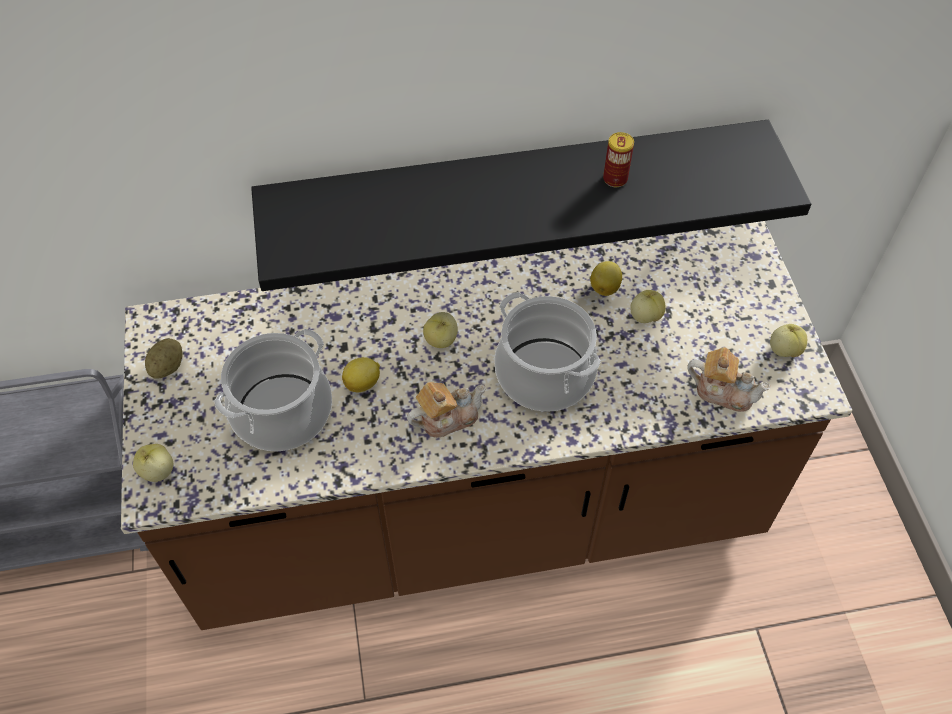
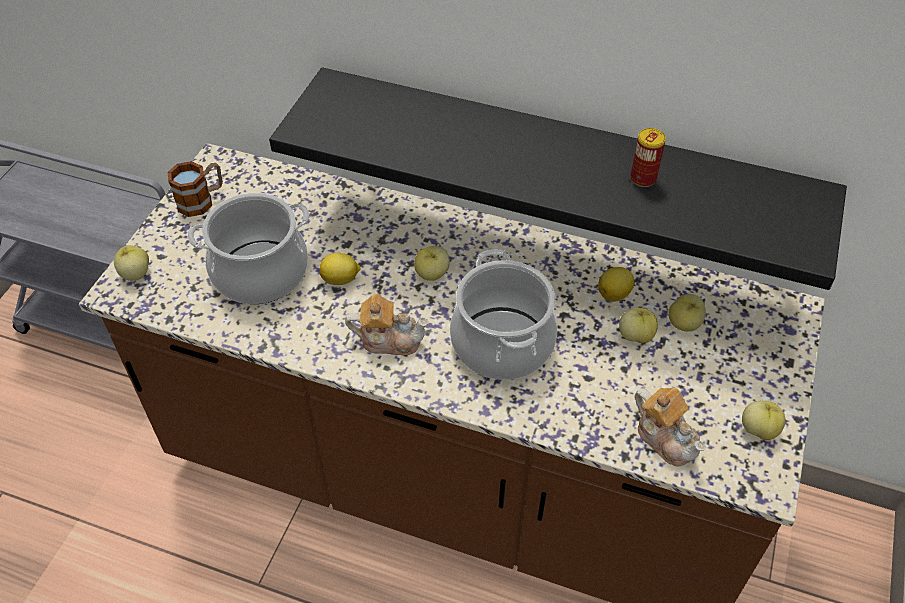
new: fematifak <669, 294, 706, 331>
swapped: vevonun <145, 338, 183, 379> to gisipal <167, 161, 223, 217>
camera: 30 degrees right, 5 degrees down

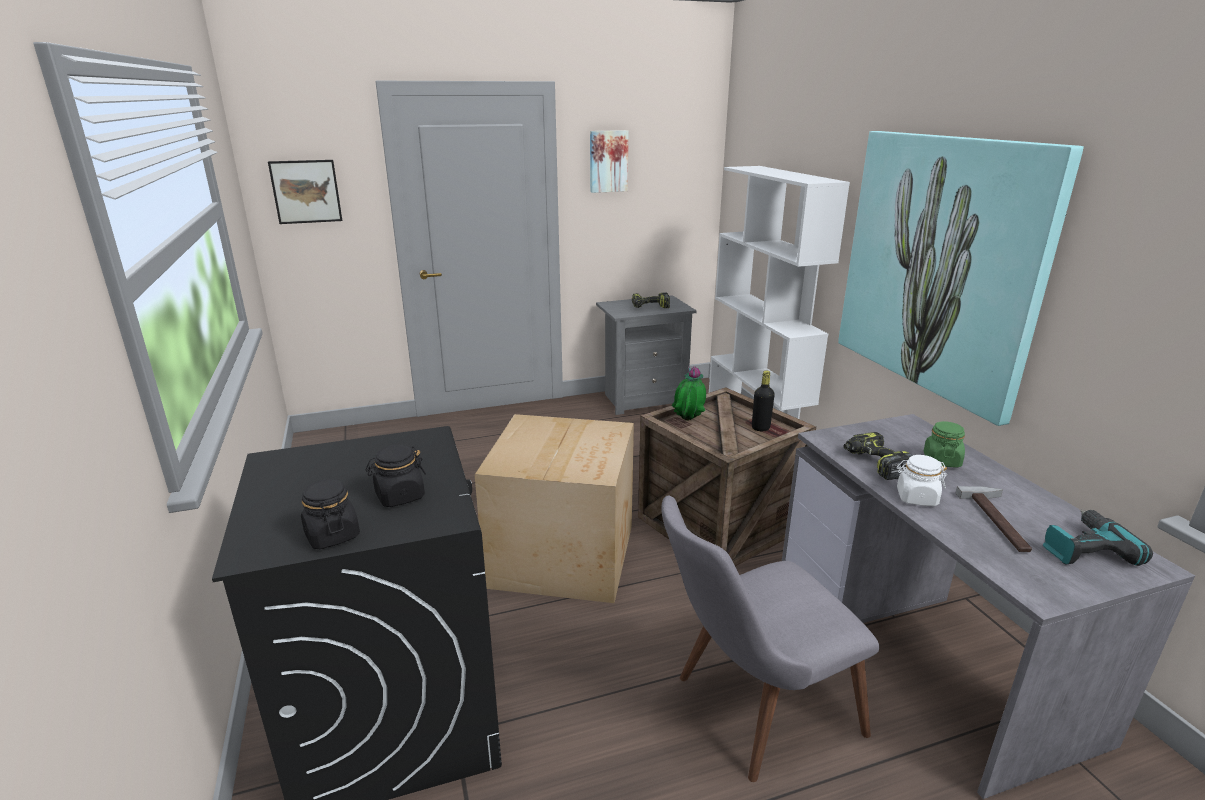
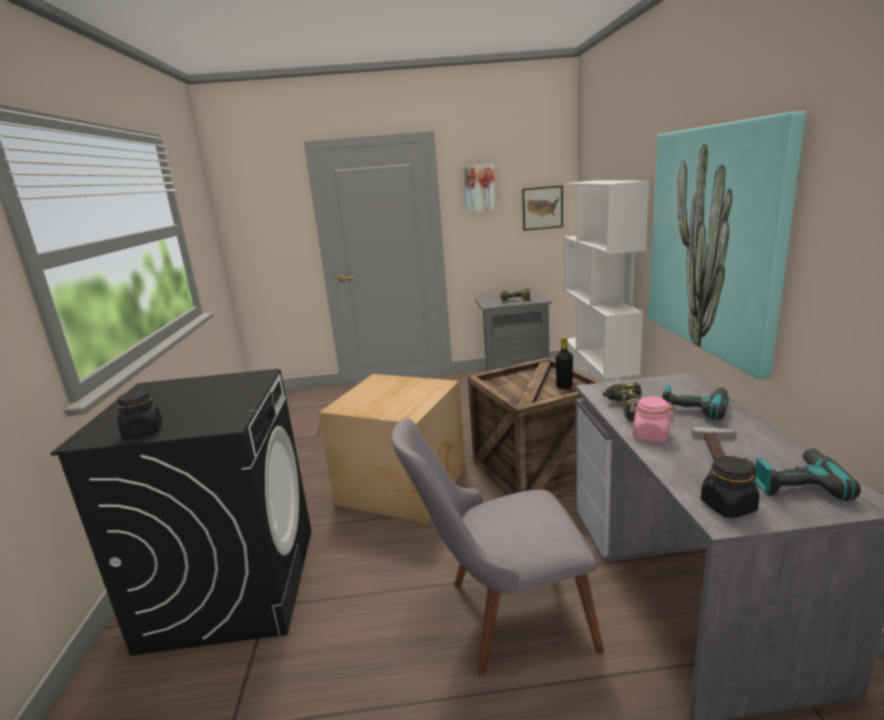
gone: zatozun <671, 366, 706, 421>
shifted: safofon <268, 160, 342, 224> to <522, 185, 563, 231>; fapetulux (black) <366, 445, 426, 507> to <701, 456, 760, 518>
swapped: fapetulux (green) <924, 421, 965, 468> to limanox <663, 385, 729, 420>
repainted: fapetulux (white) <897, 455, 947, 506> to fapetulux (pink) <629, 396, 675, 442>
camera: 15 degrees right, 5 degrees down

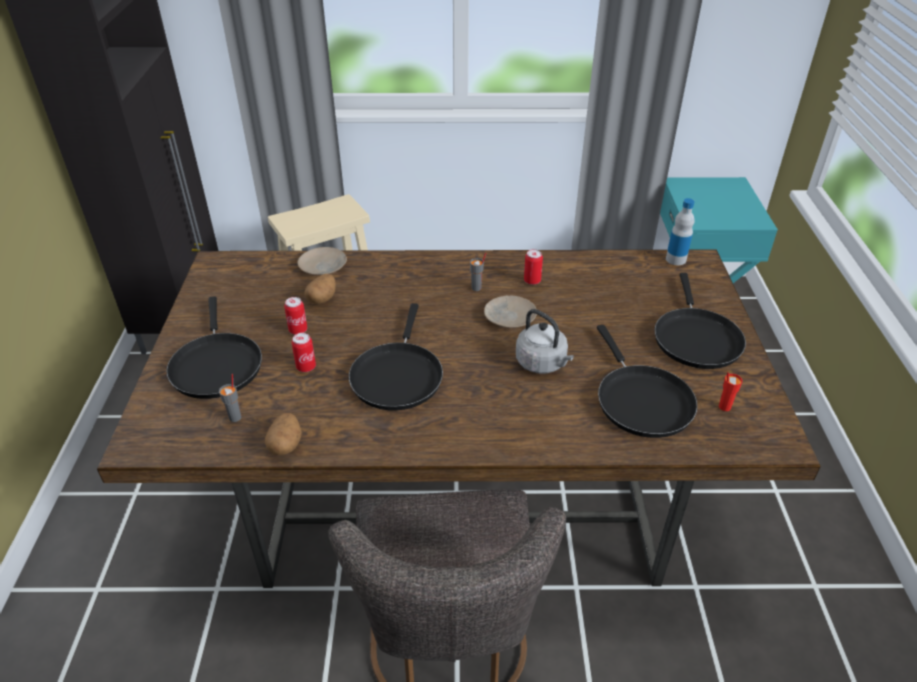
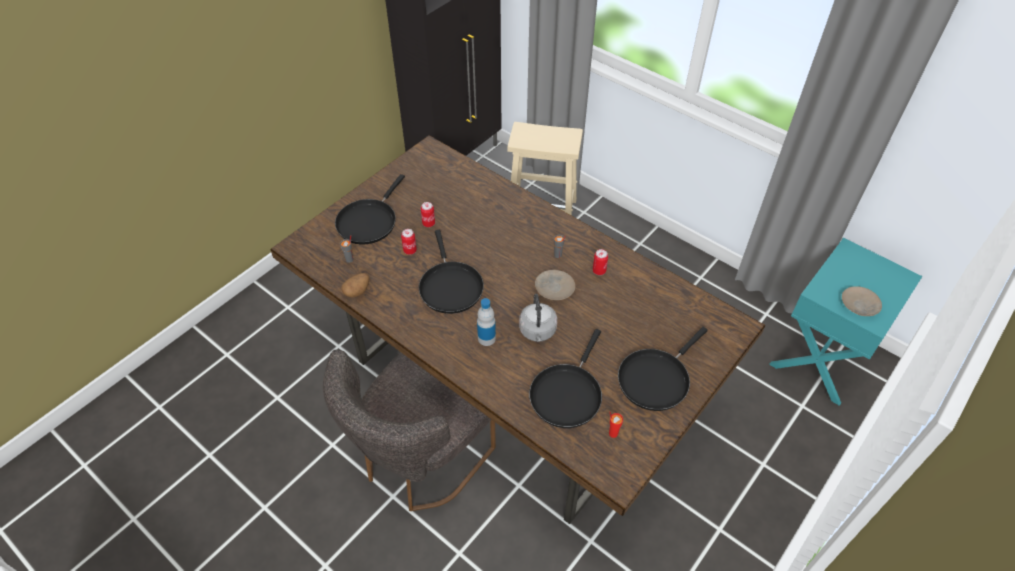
gone: vevonun <304, 274, 336, 304>
shifted: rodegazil <666, 198, 695, 265> to <477, 298, 496, 346>; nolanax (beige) <297, 247, 347, 275> to <842, 286, 882, 316>
rotated: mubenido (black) <349, 303, 443, 411> = <419, 230, 484, 314> 60 degrees counterclockwise
camera: 40 degrees right, 10 degrees up

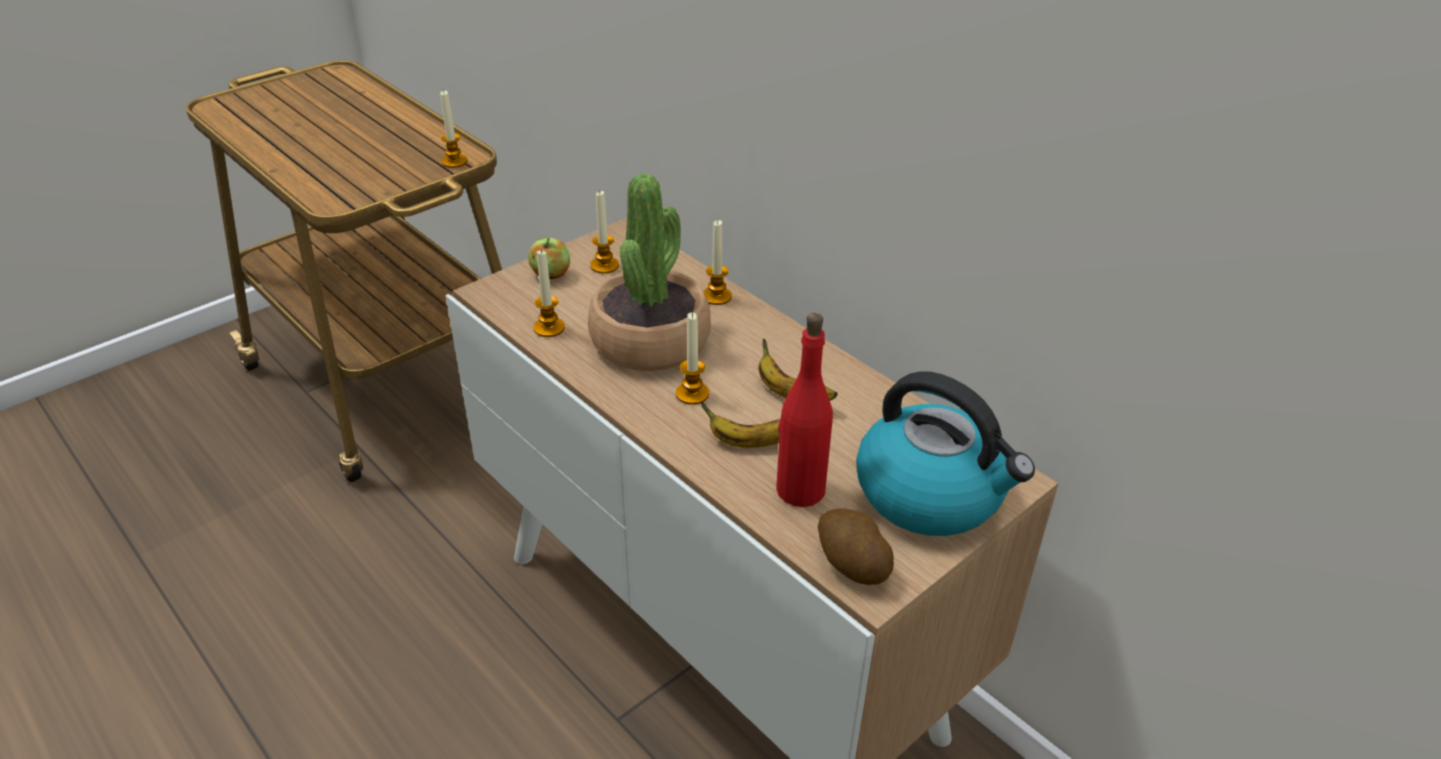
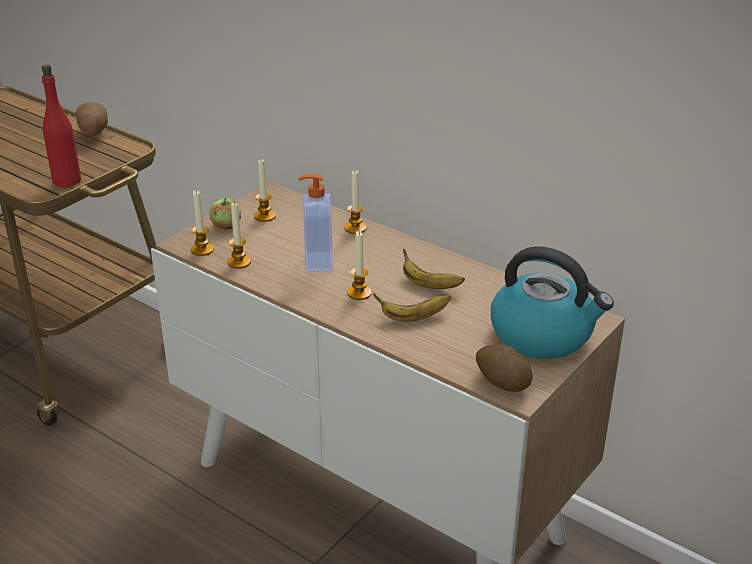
new: vevonun <76, 102, 108, 137>
shifted: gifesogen <440, 90, 468, 168> to <191, 190, 214, 256>; rodegazil (red) <776, 313, 833, 507> to <42, 65, 81, 187>
swapped: zatozun <588, 173, 711, 371> to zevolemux <299, 173, 333, 272>
camera: 10 degrees left, 5 degrees down

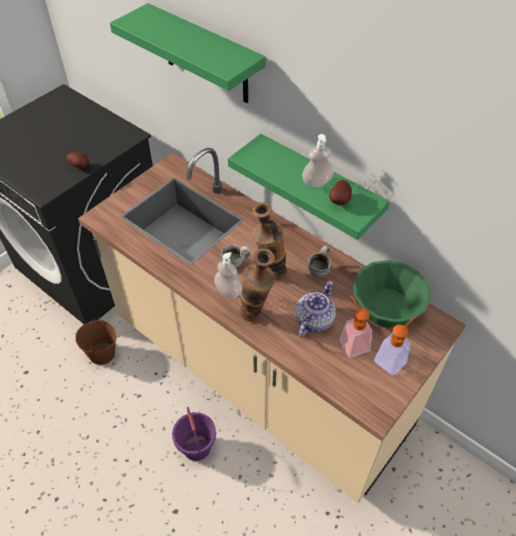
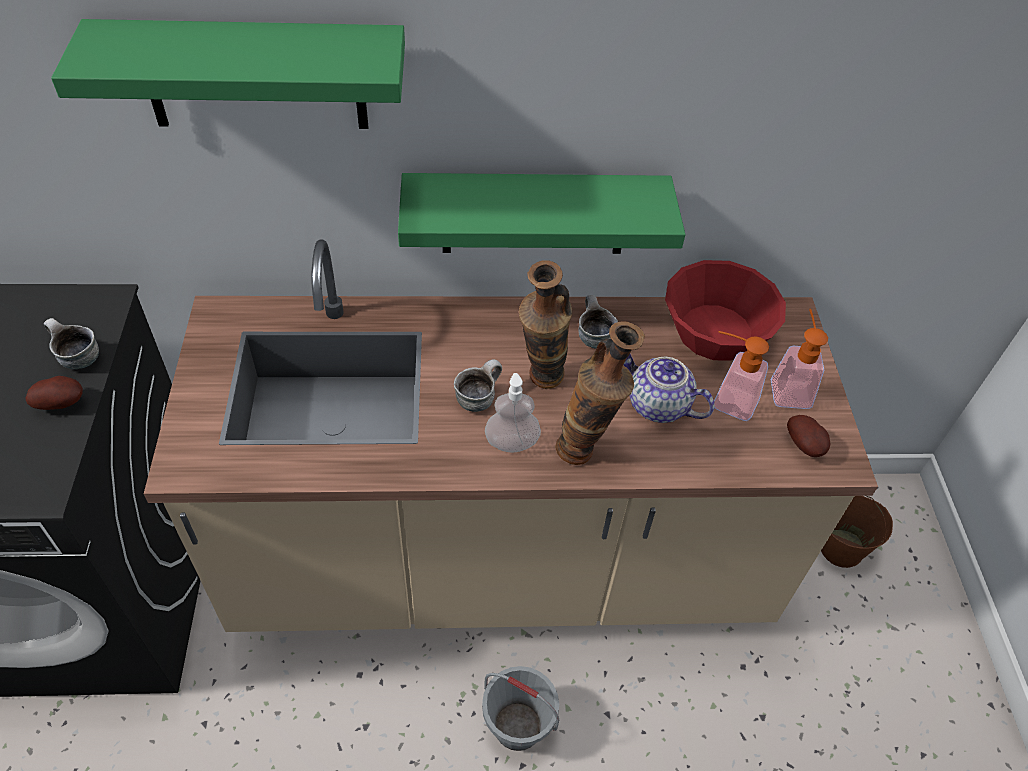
gone: zevolemux <302, 134, 334, 187>
new: gisipal <44, 318, 99, 369>
shifted: vevonun <329, 180, 352, 205> to <787, 415, 830, 457>; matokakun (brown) <76, 318, 117, 365> to <821, 496, 893, 568>
repainted: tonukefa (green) <353, 260, 431, 328> to tonukefa (red) <665, 260, 786, 361>; matokakun (purple) <172, 407, 216, 461> to matokakun (grey) <482, 666, 559, 751>
rotated: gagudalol <296, 281, 336, 337> = <624, 354, 715, 423> 45 degrees counterclockwise
camera: 45 degrees left, 0 degrees up

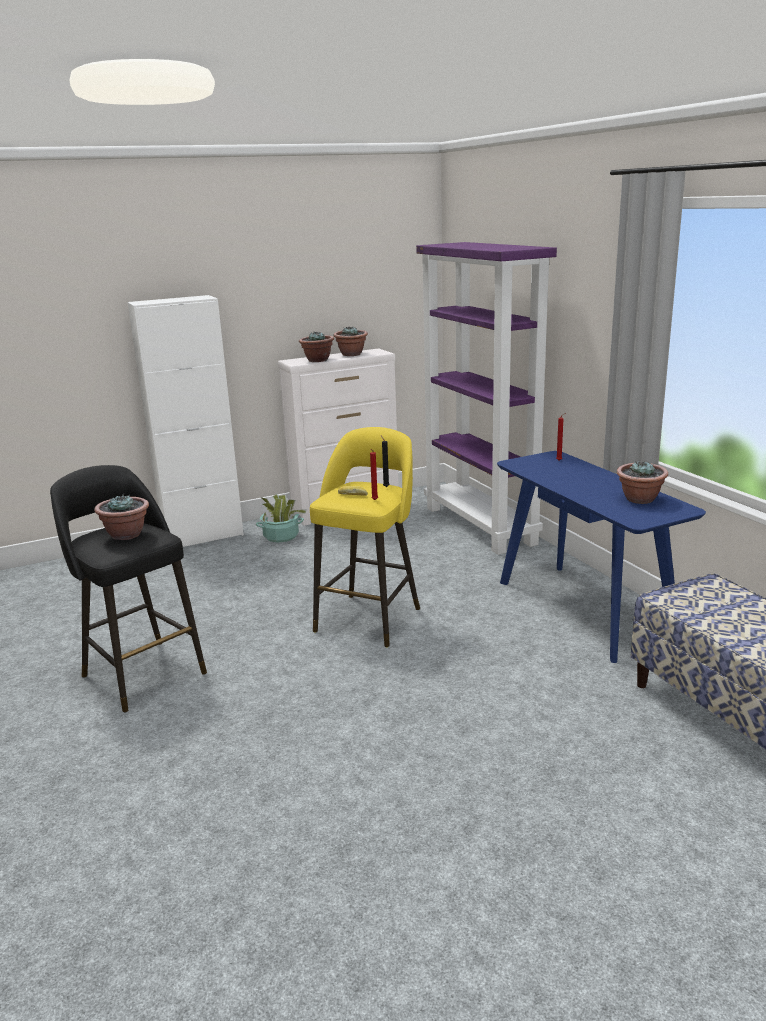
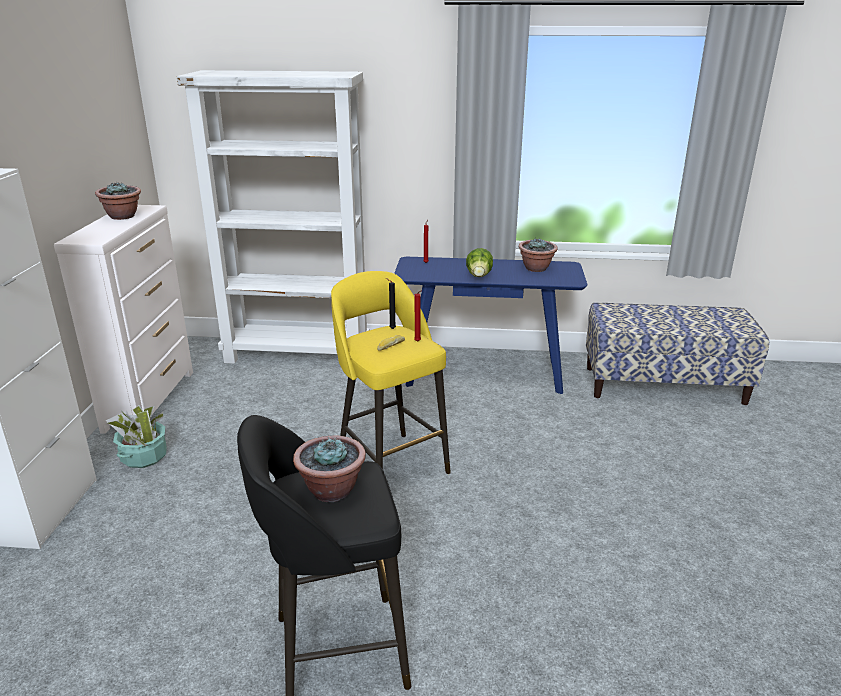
gone: zatozun <299, 331, 334, 362>
new: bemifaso <466, 248, 493, 277>
repainted: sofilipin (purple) <416, 242, 557, 555> to sofilipin (white) <177, 70, 370, 364>
camera: 60 degrees left, 5 degrees up

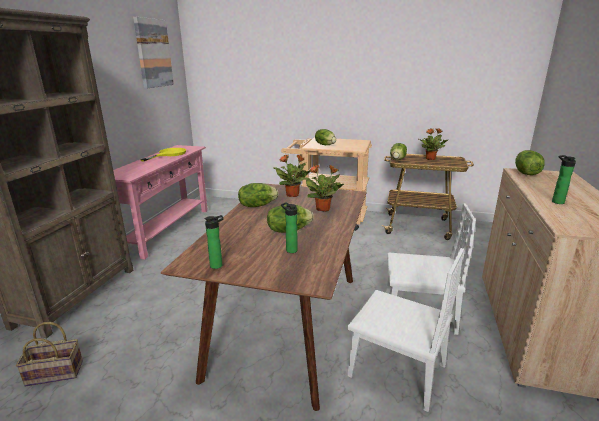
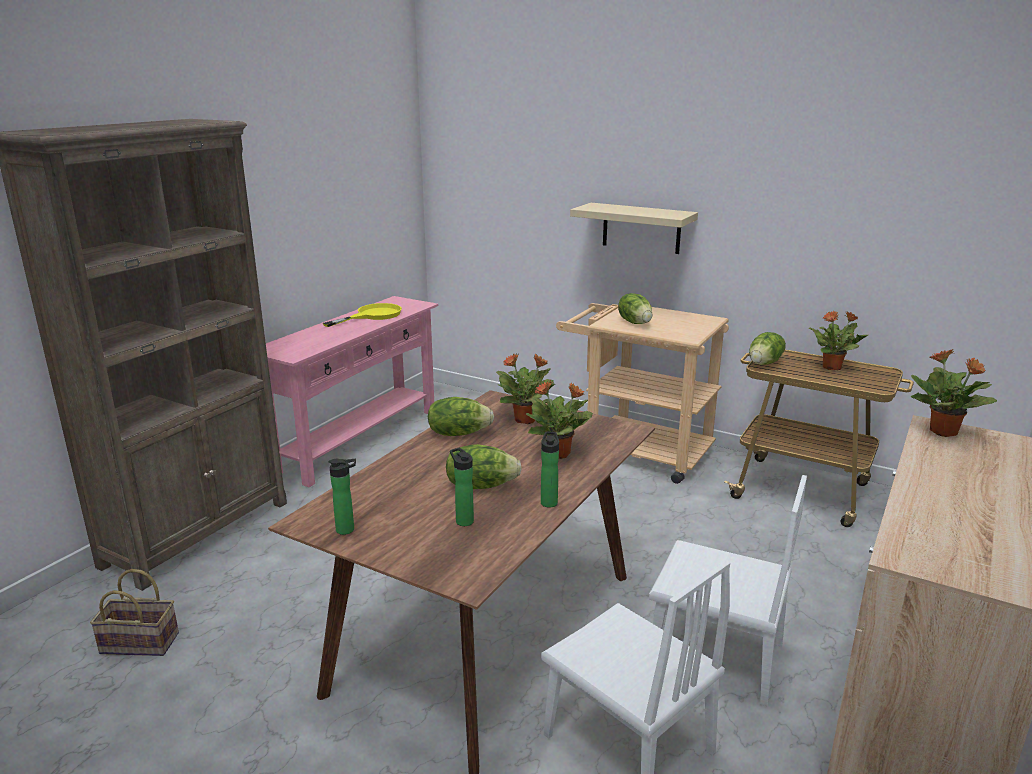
gone: safofon <133, 17, 174, 89>
new: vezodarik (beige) <570, 203, 698, 254>
shifted: rodegazil <552, 155, 576, 204> to <541, 432, 559, 508>
swapped: bemifaso <515, 150, 545, 175> to zatozun <910, 349, 997, 437>
camera: 15 degrees right, 0 degrees up

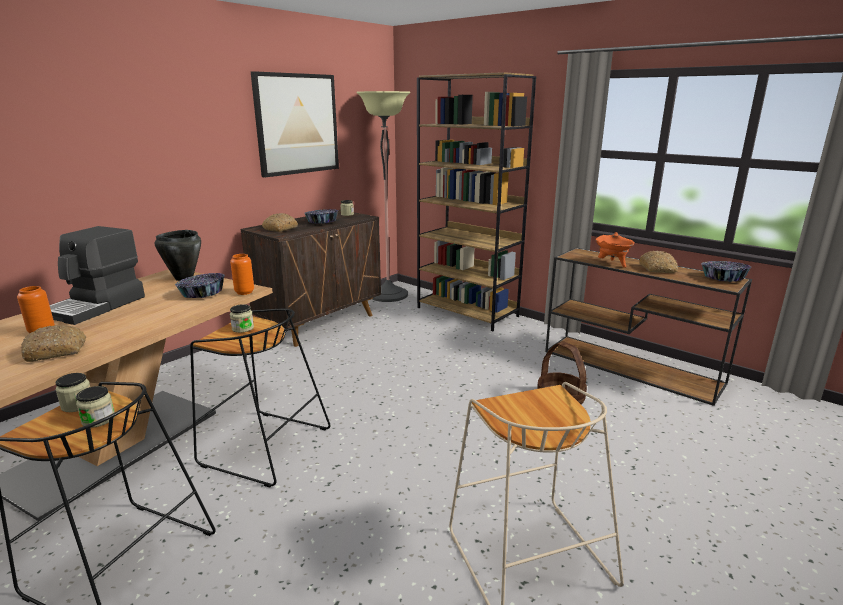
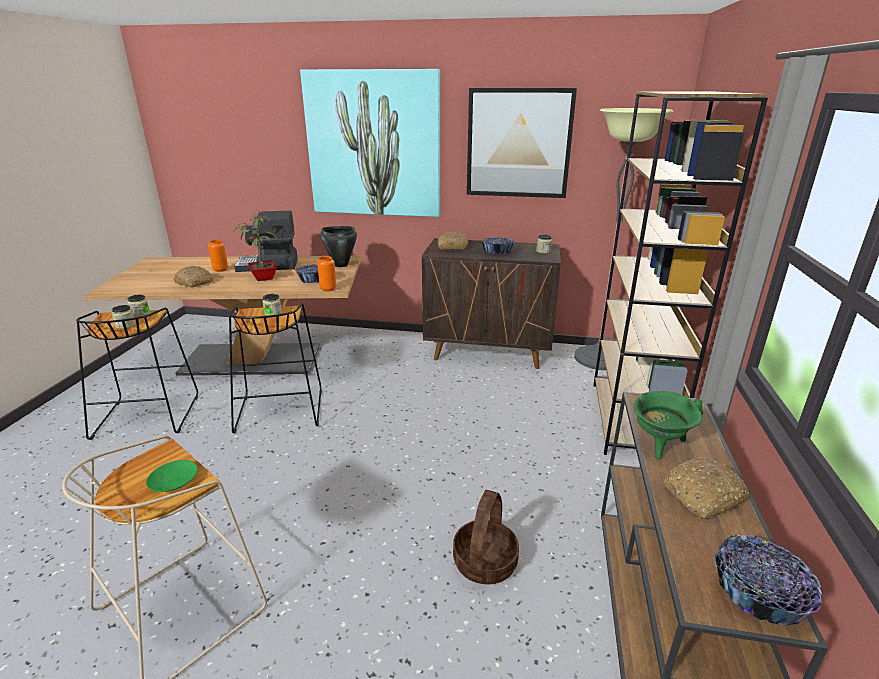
new: safofon <300, 69, 440, 217>; zatozun <234, 211, 279, 281>; nolanax (green) <146, 460, 198, 492>
repainted: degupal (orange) <595, 232, 634, 267> to degupal (green) <633, 391, 703, 460>
camera: 60 degrees right, 5 degrees up

